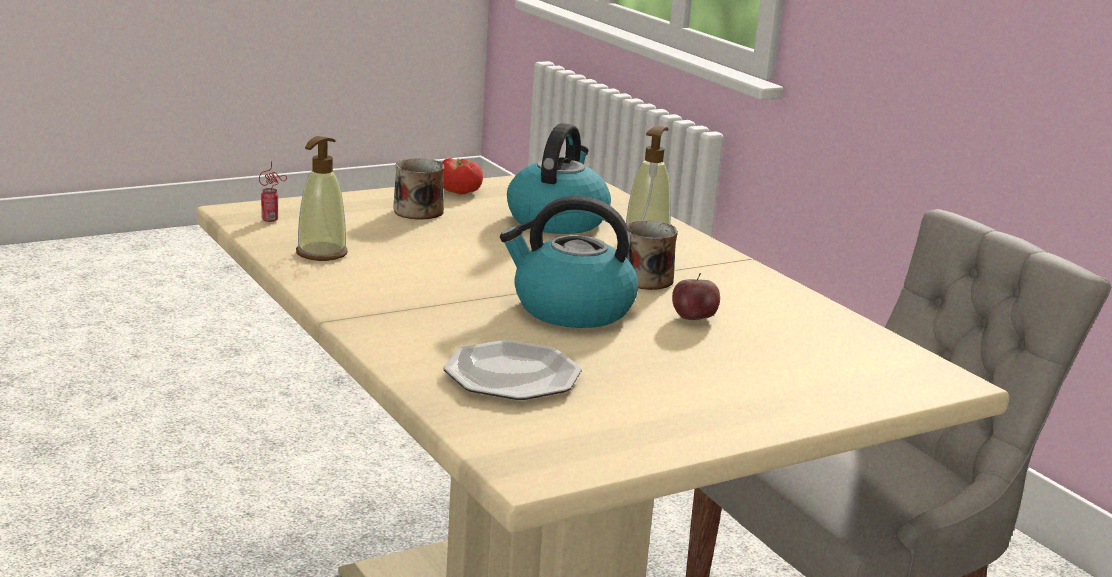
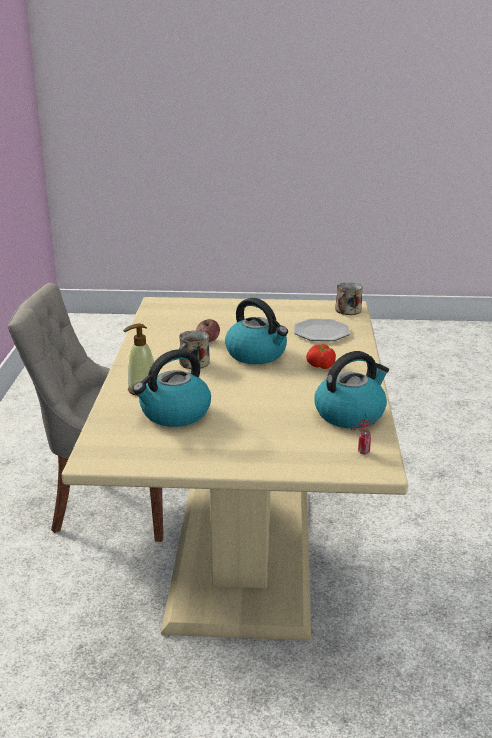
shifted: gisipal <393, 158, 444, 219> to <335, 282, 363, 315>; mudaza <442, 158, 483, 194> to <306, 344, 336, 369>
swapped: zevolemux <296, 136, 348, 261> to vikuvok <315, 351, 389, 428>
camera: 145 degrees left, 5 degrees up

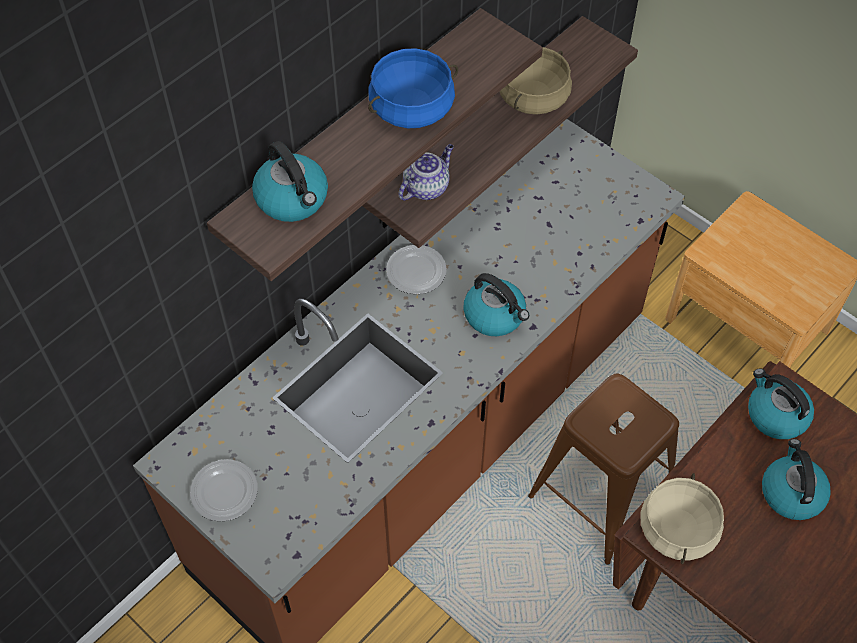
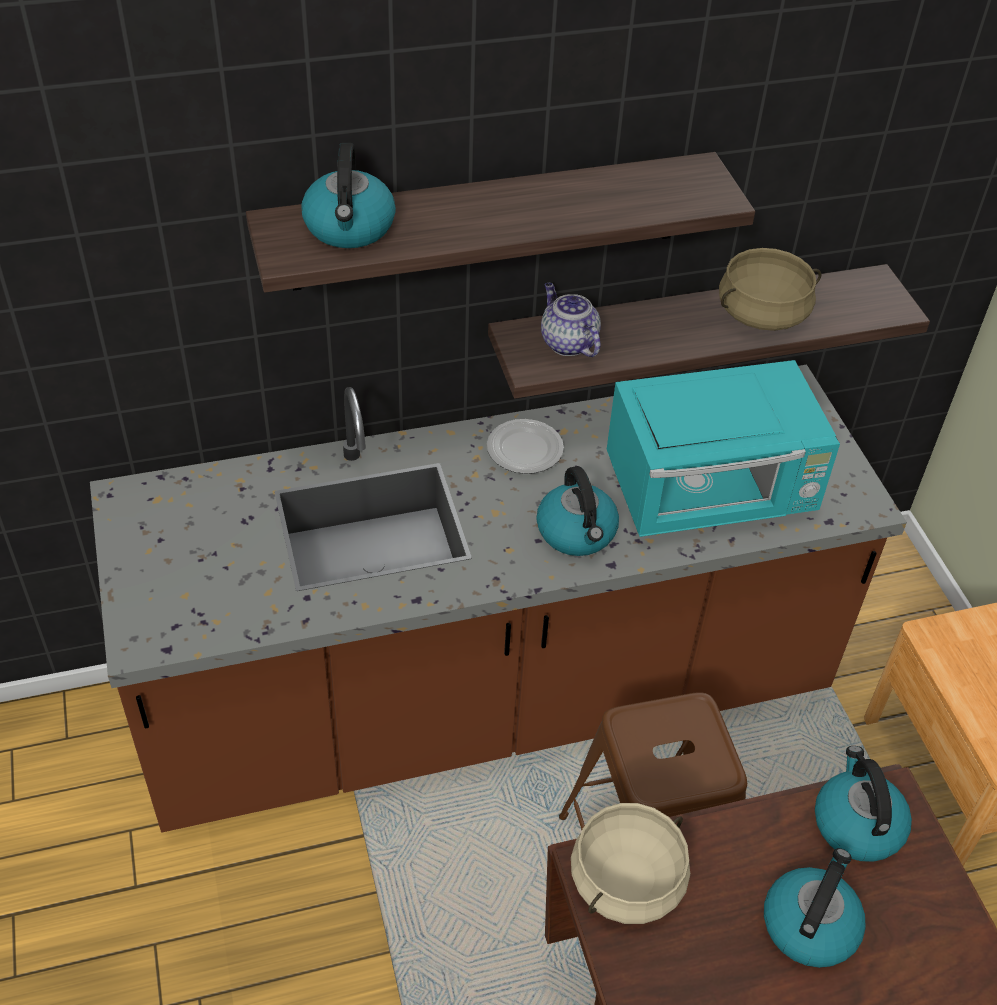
gone: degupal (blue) <368, 48, 458, 128>; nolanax <190, 459, 258, 521>
new: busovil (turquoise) <607, 360, 840, 537>
rotated: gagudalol <399, 144, 454, 200> = <541, 283, 601, 357> 105 degrees counterclockwise
camera: 30 degrees right, 10 degrees down

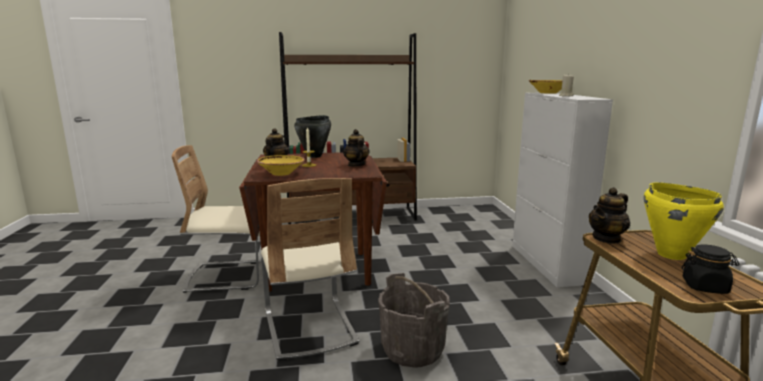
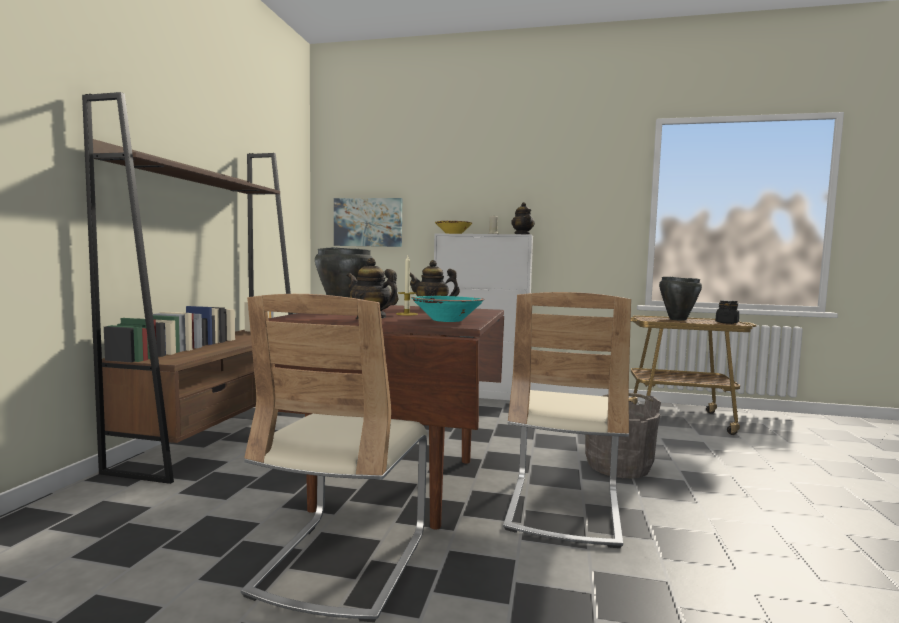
new: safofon <334, 198, 402, 247>
shifted: gagudalol <589, 187, 630, 244> to <511, 202, 535, 234>
repainted: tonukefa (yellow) <257, 155, 305, 176> to tonukefa (turquoise) <411, 296, 484, 322>; degupal (yellow) <644, 182, 724, 260> to degupal (black) <659, 277, 702, 321>
rotated: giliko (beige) <261, 178, 360, 361> = <503, 292, 631, 548> 105 degrees clockwise
camera: 70 degrees left, 10 degrees down

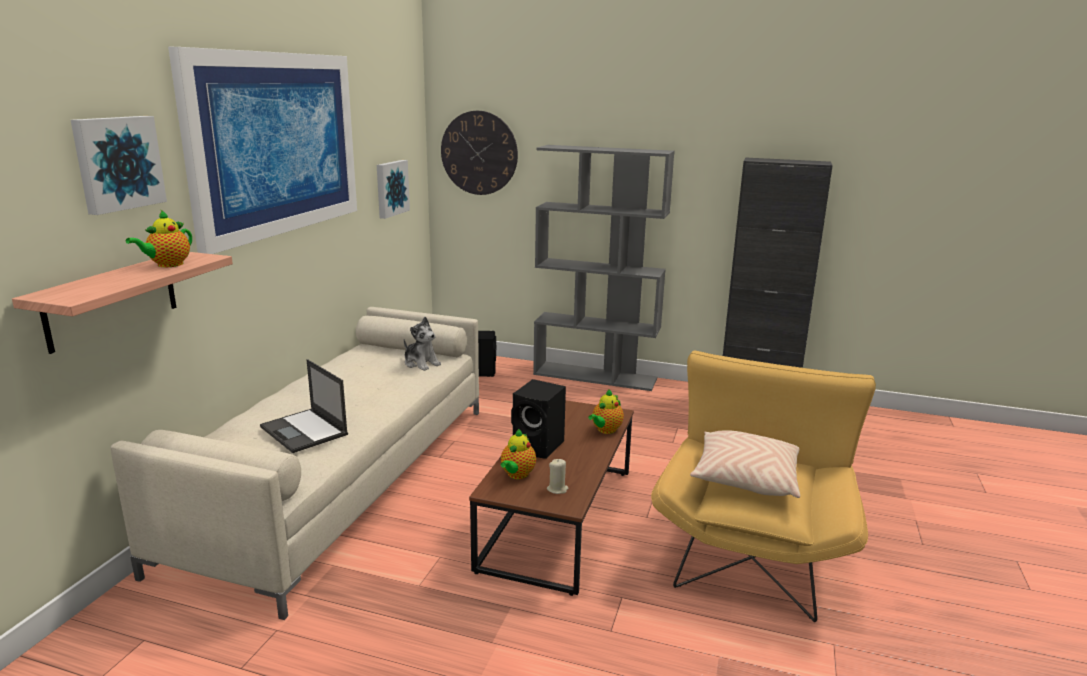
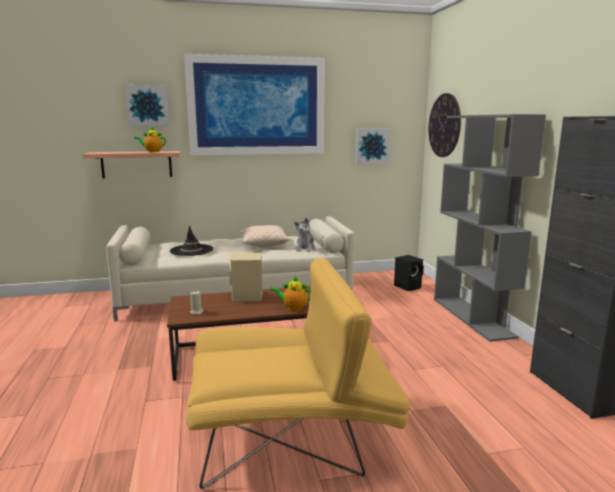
gone: gagudalol <500, 429, 536, 479>
shifted: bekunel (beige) <690, 430, 800, 498> to <240, 225, 291, 247>
swapped: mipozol <260, 359, 348, 453> to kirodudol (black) <170, 225, 213, 256>
repainted: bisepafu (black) <511, 379, 566, 459> to bisepafu (beige) <229, 253, 262, 302>
camera: 60 degrees right, 5 degrees down

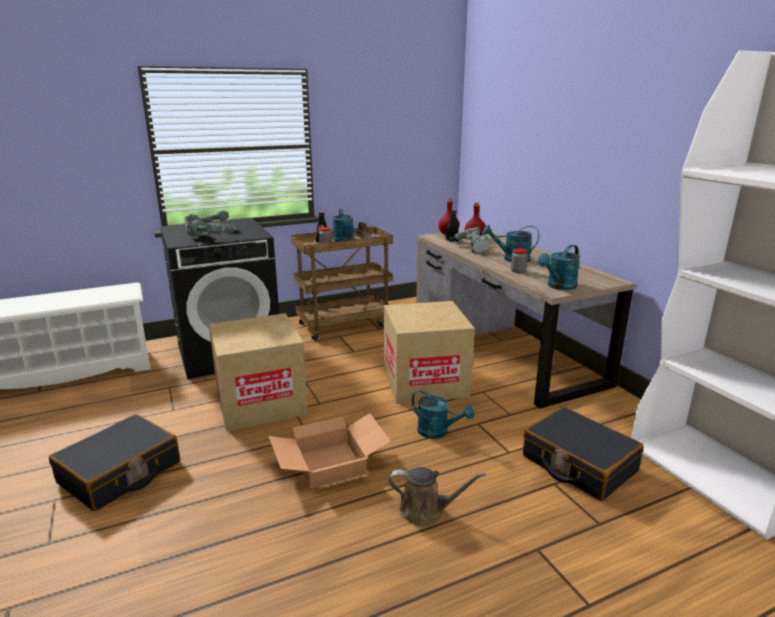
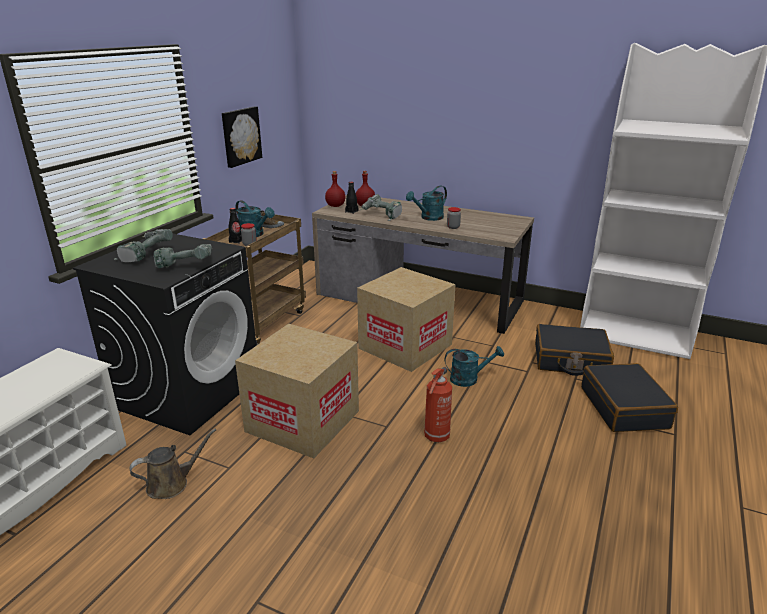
gone: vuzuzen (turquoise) <538, 245, 580, 290>
new: safofon <222, 106, 262, 168>
shifted: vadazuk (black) <49, 414, 180, 511> to <581, 363, 678, 432>; vuzuzen (brown) <389, 467, 486, 526> to <130, 428, 216, 499>
swapped: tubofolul <268, 413, 390, 489> to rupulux <424, 367, 452, 442>
camera: 40 degrees left, 5 degrees up

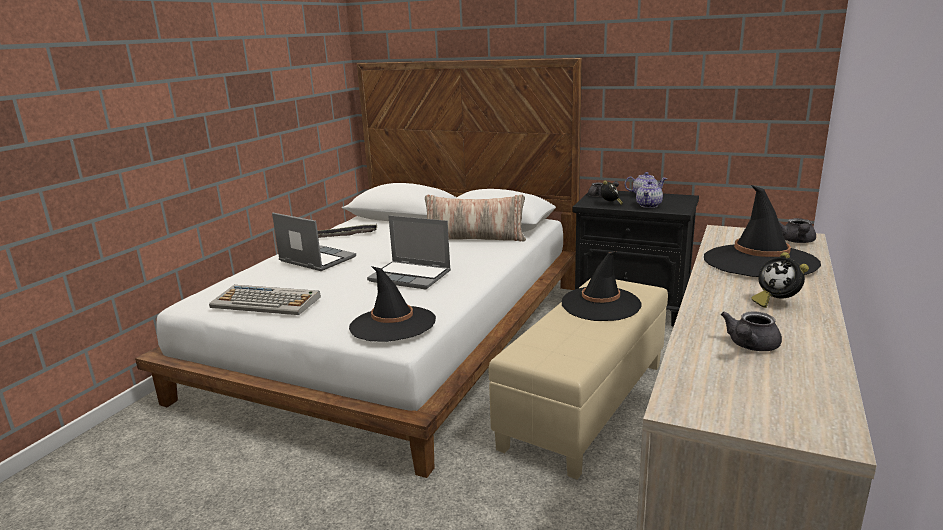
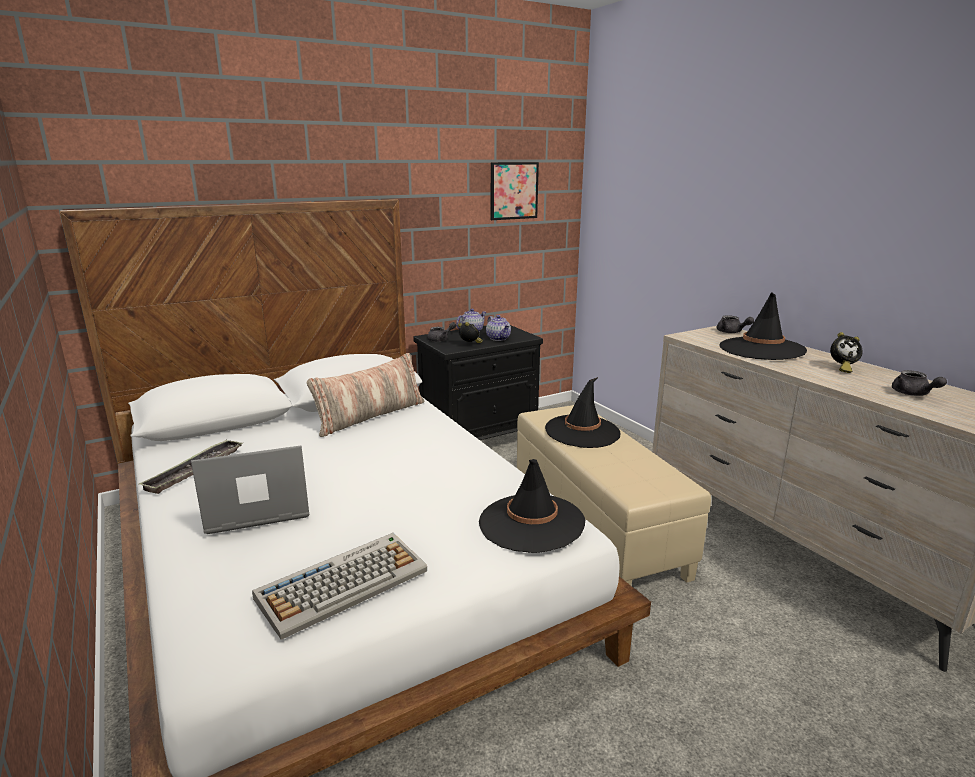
gone: mipozol <367, 216, 451, 289>
new: safofon <491, 162, 539, 220>
camera: 55 degrees left, 0 degrees up

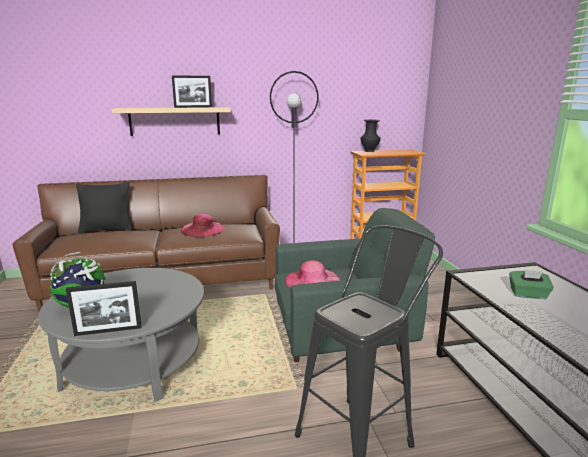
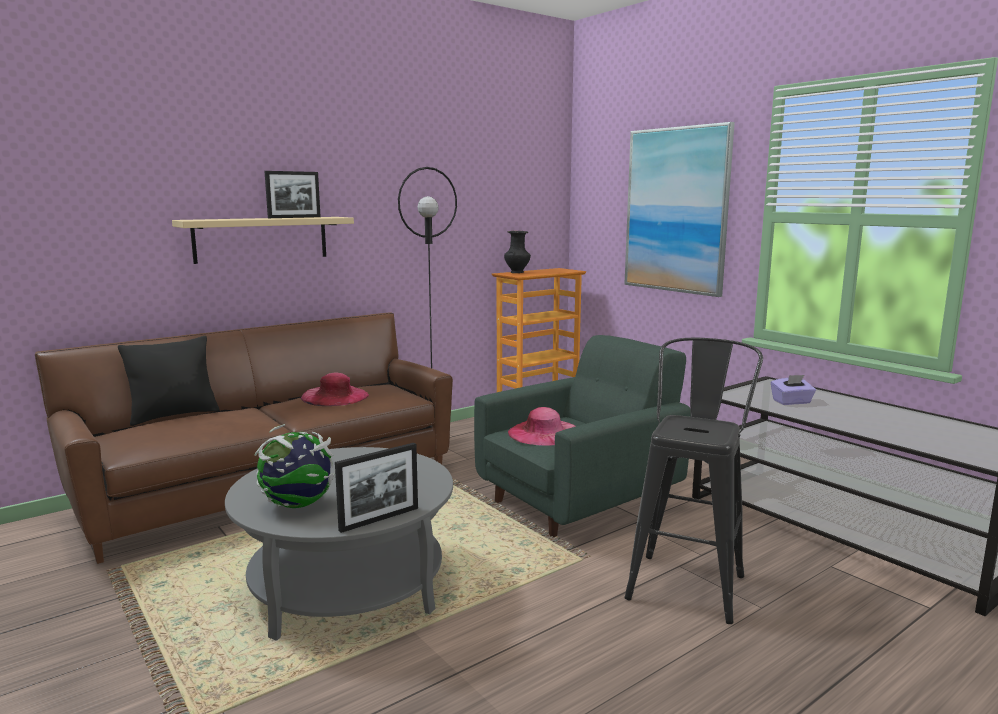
new: safofon <624, 122, 735, 297>
repainted: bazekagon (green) <509, 270, 554, 299> to bazekagon (purple) <771, 375, 816, 405>
camera: 25 degrees left, 5 degrees down

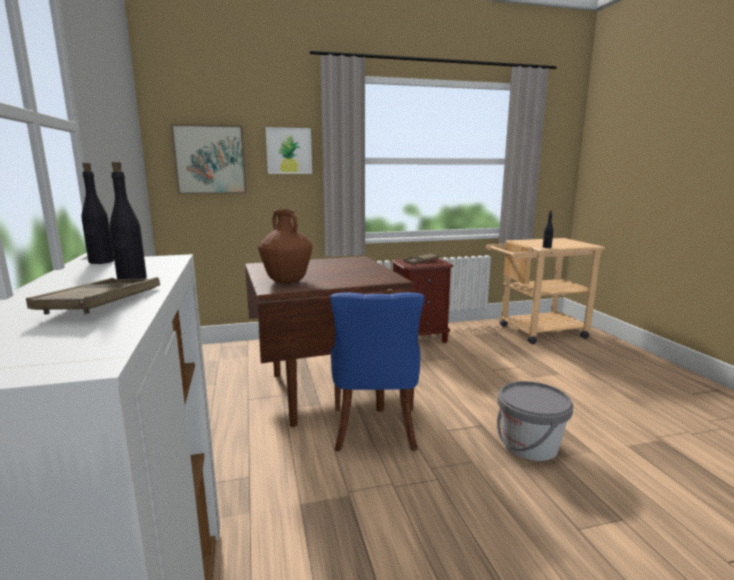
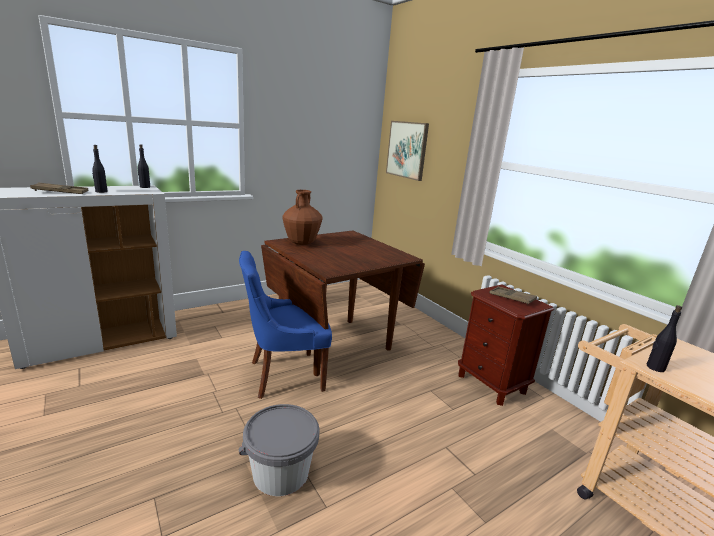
gone: safofon <266, 127, 312, 174>
camera: 70 degrees right, 5 degrees up

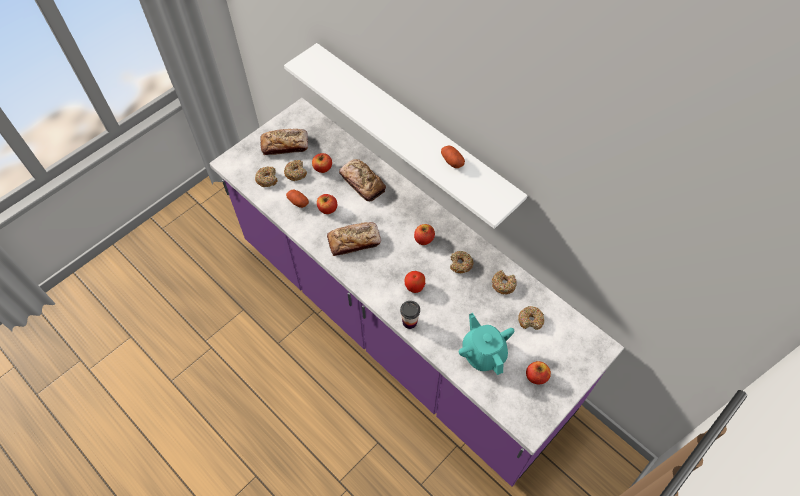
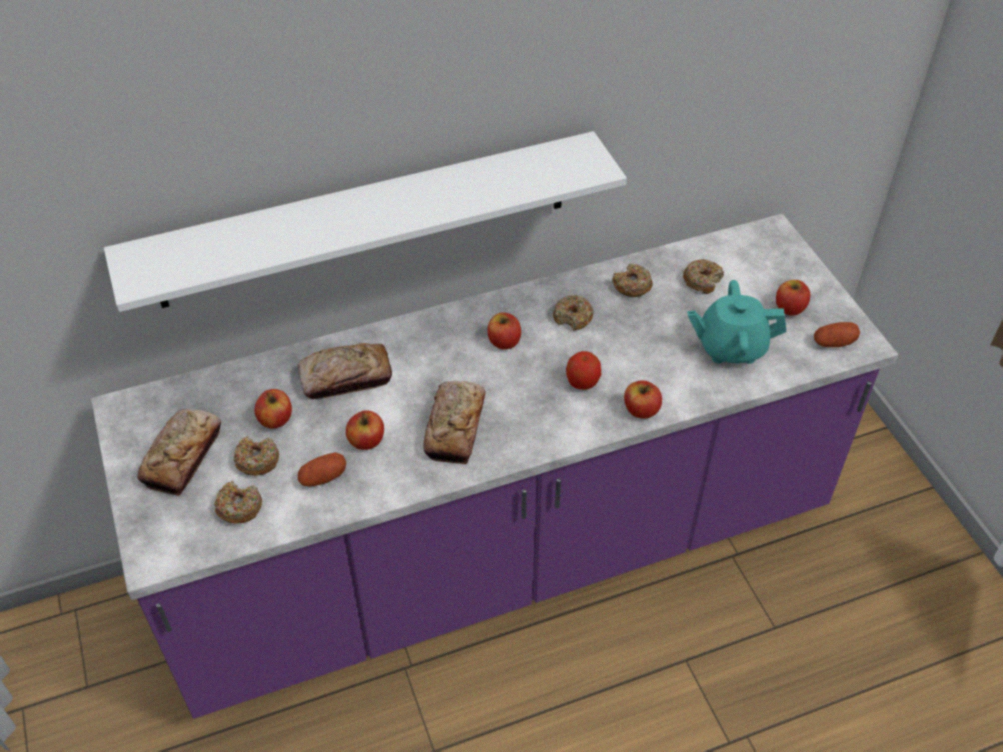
shifted: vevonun <441, 146, 465, 168> to <814, 322, 860, 347>
swapped: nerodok <400, 301, 420, 329> to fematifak <624, 381, 662, 418>
camera: 65 degrees left, 10 degrees down

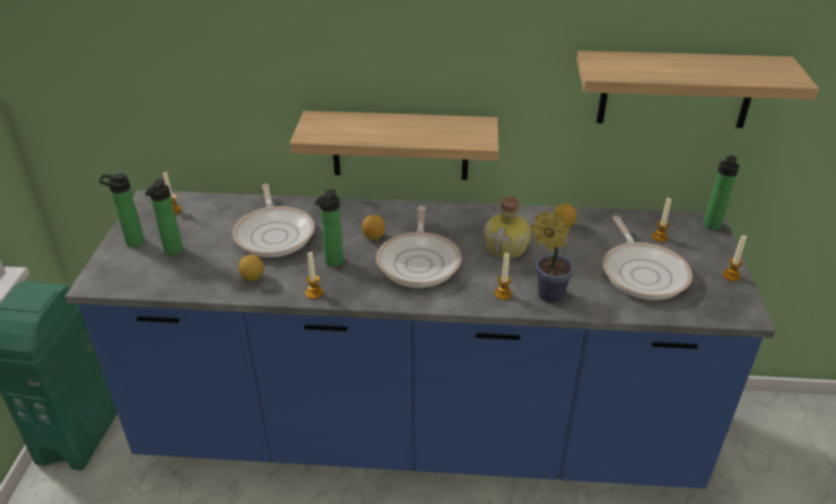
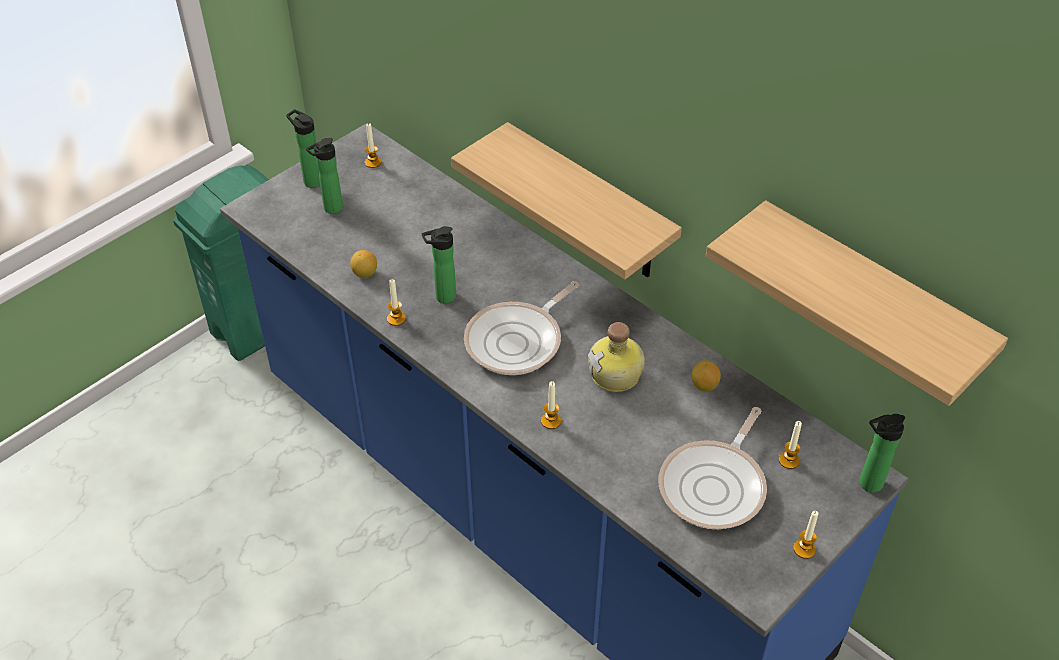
gone: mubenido <233, 184, 315, 257>; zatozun <531, 211, 574, 303>; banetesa <362, 215, 385, 240>
camera: 40 degrees right, 10 degrees up

